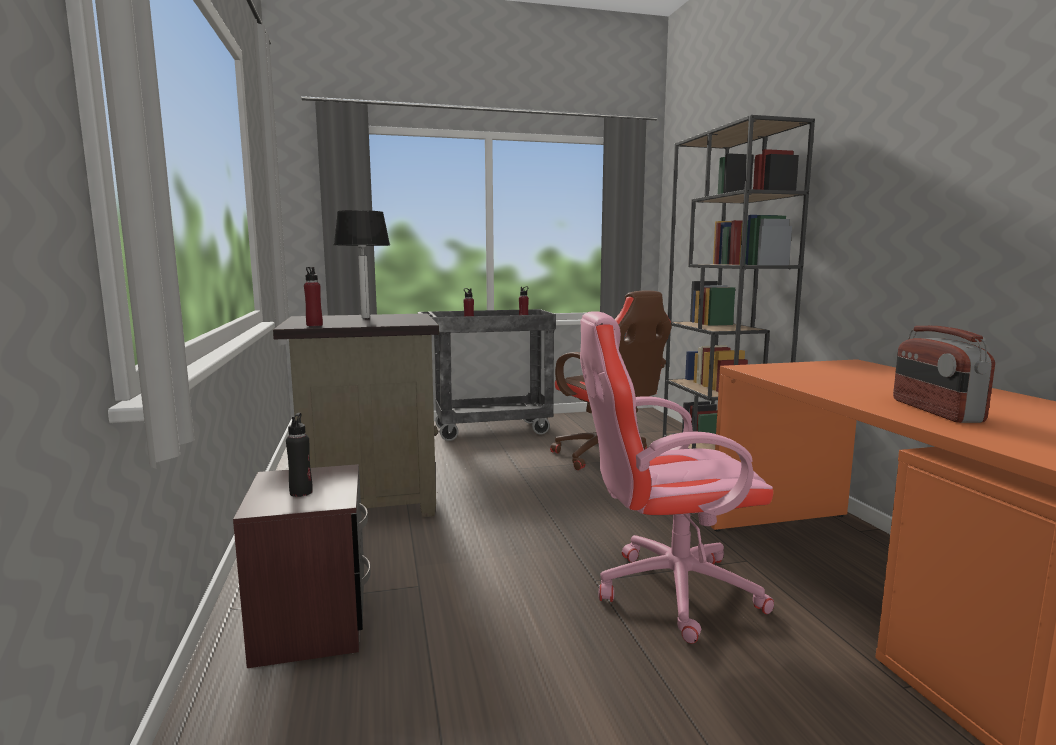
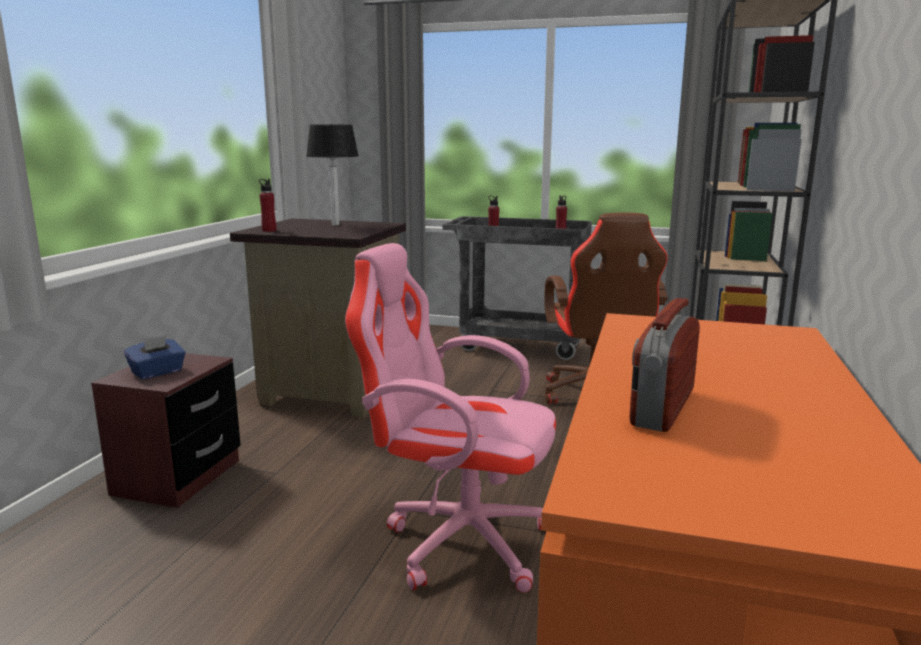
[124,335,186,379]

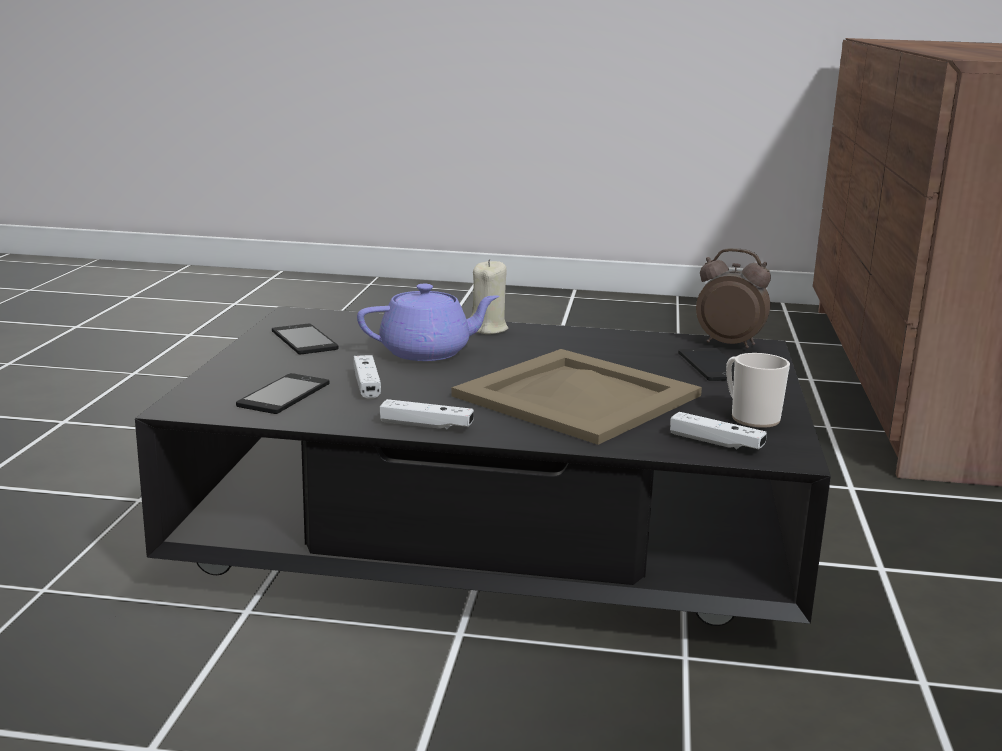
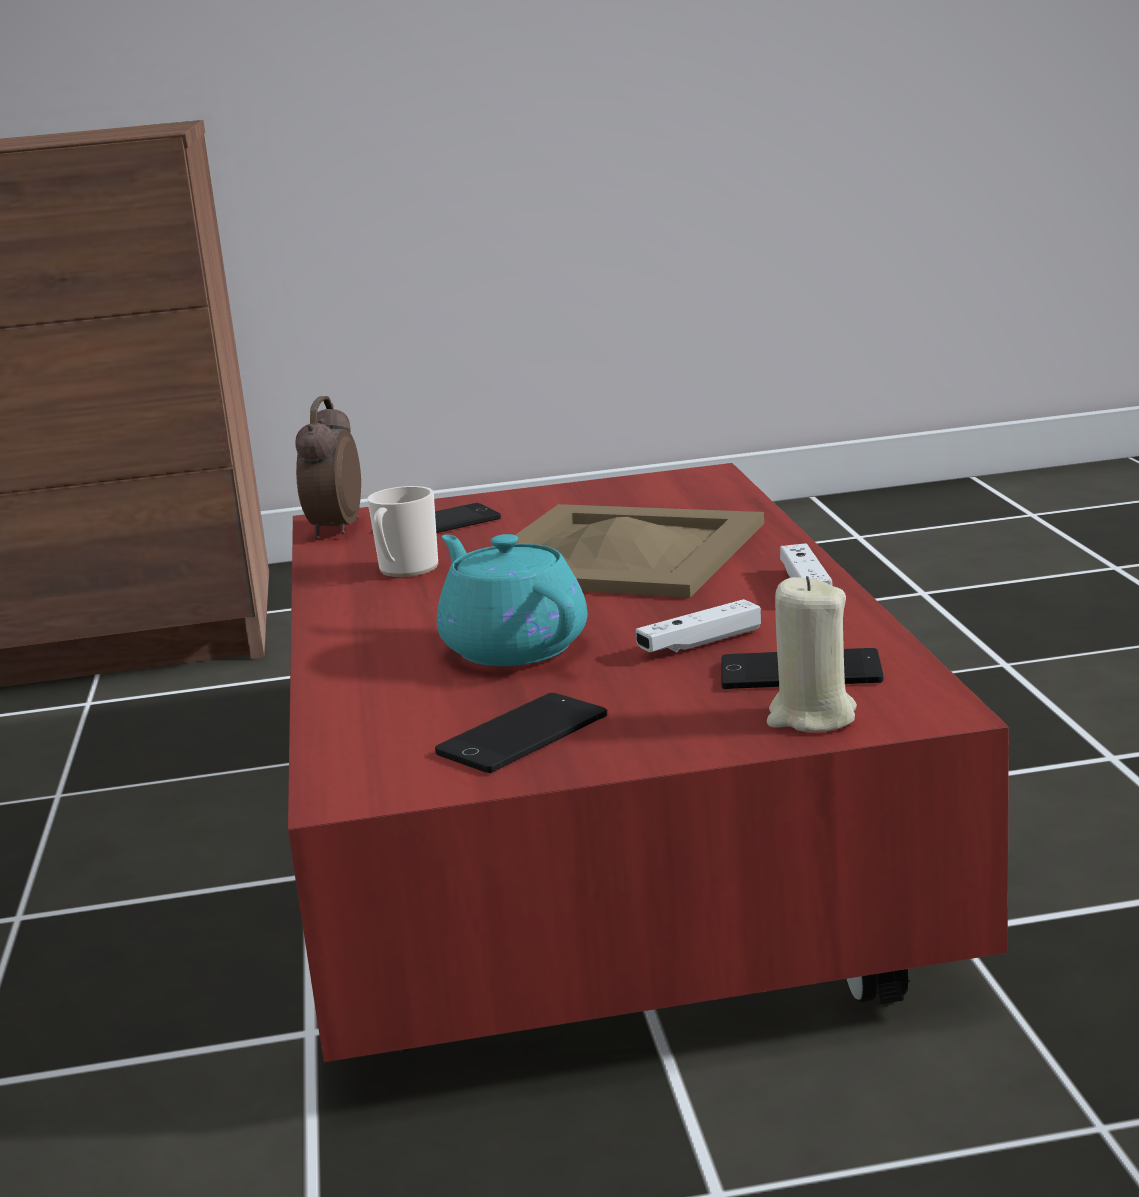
[767,576,857,732]
[437,534,587,666]
[288,463,1009,1062]
[367,486,438,577]
[670,412,767,450] (first image)

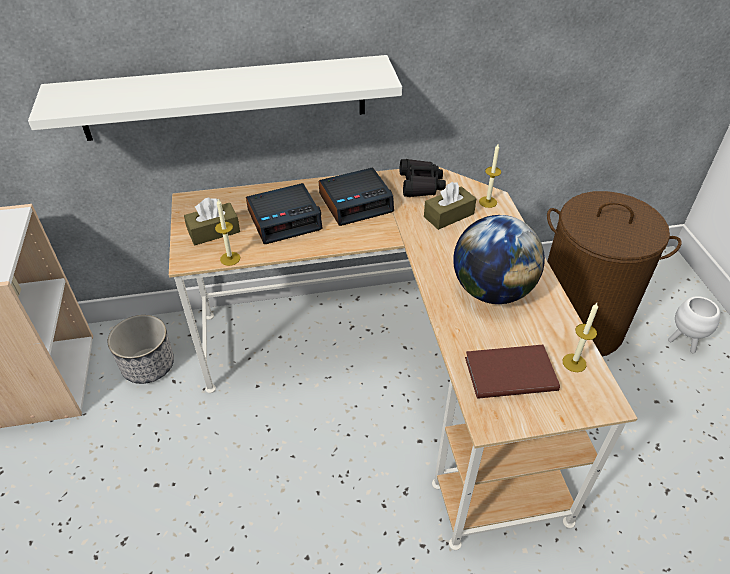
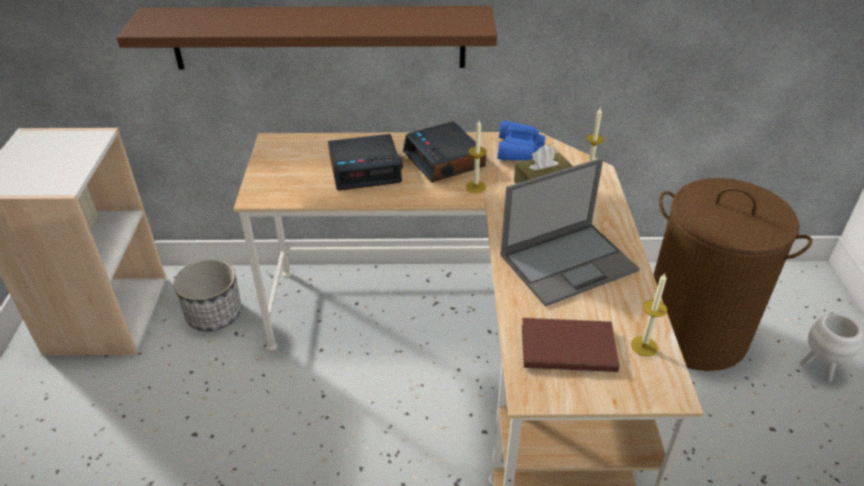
[117,6,497,70]
[497,121,545,161]
[403,122,486,183]
[184,198,240,245] (first image)
[466,120,487,193]
[500,158,639,306]

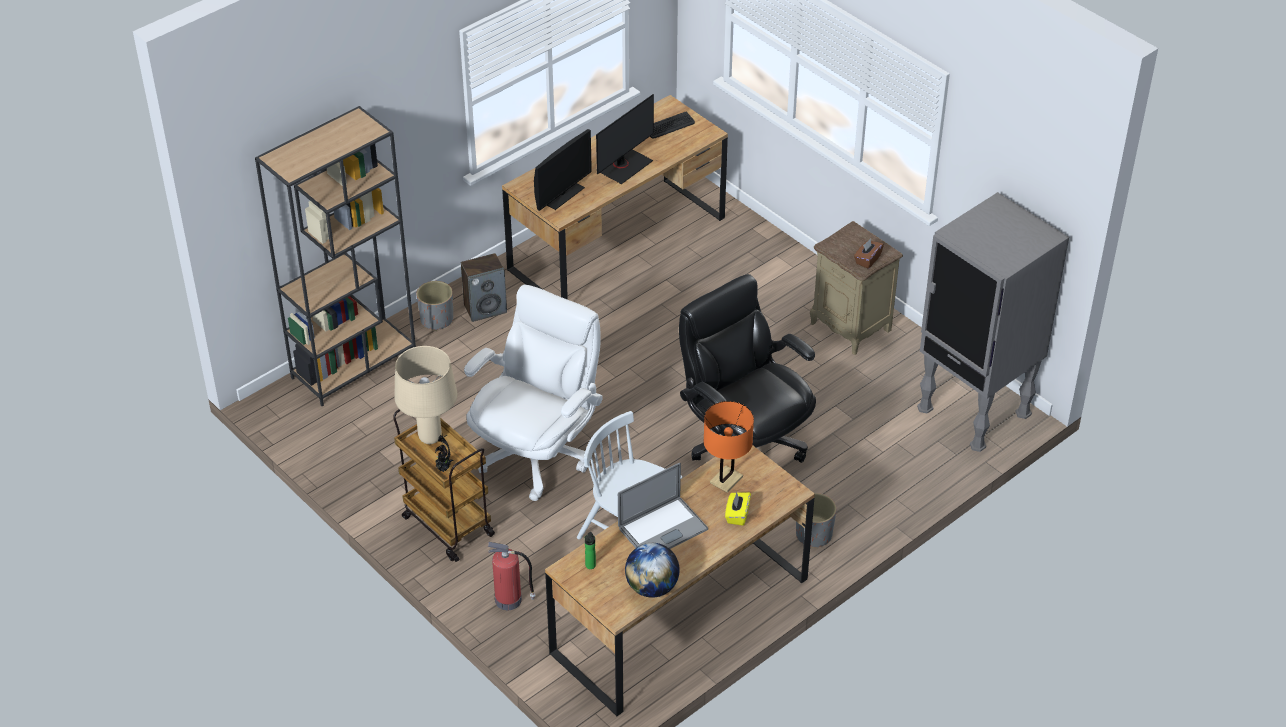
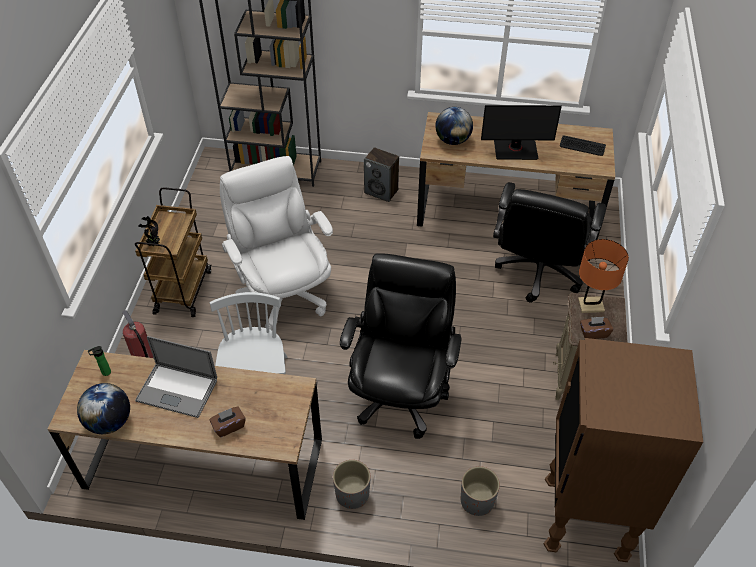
[435,107,473,145]
[544,338,703,562]
[461,466,500,516]
[220,156,333,330]
[395,346,457,444] (first image)
[578,239,629,313]
[209,406,246,437]
[493,182,606,303]

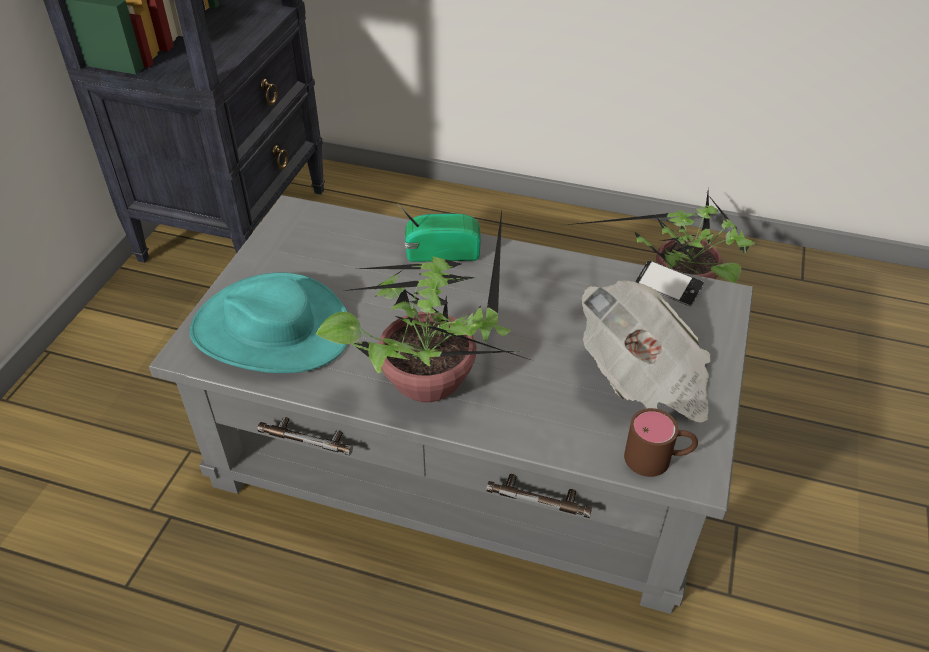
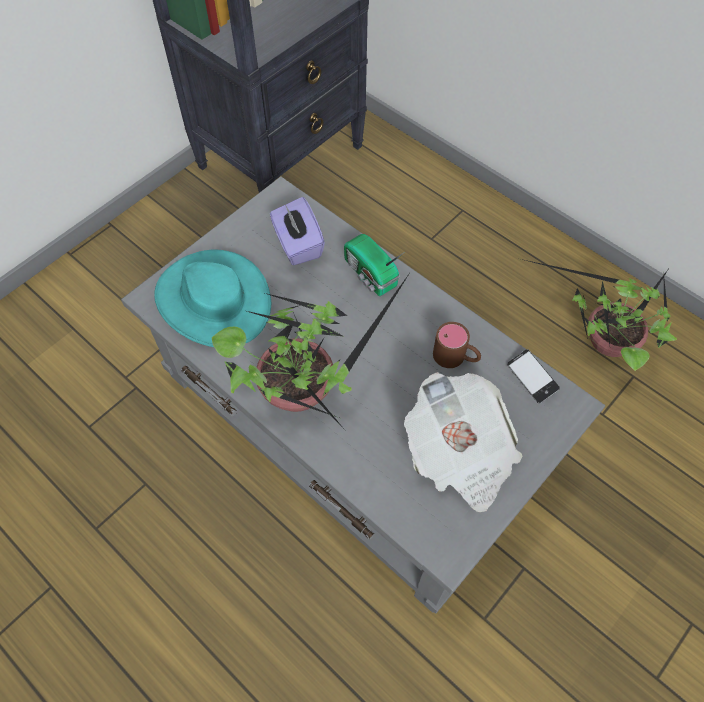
[344,234,405,296]
[433,322,481,368]
[270,197,325,265]

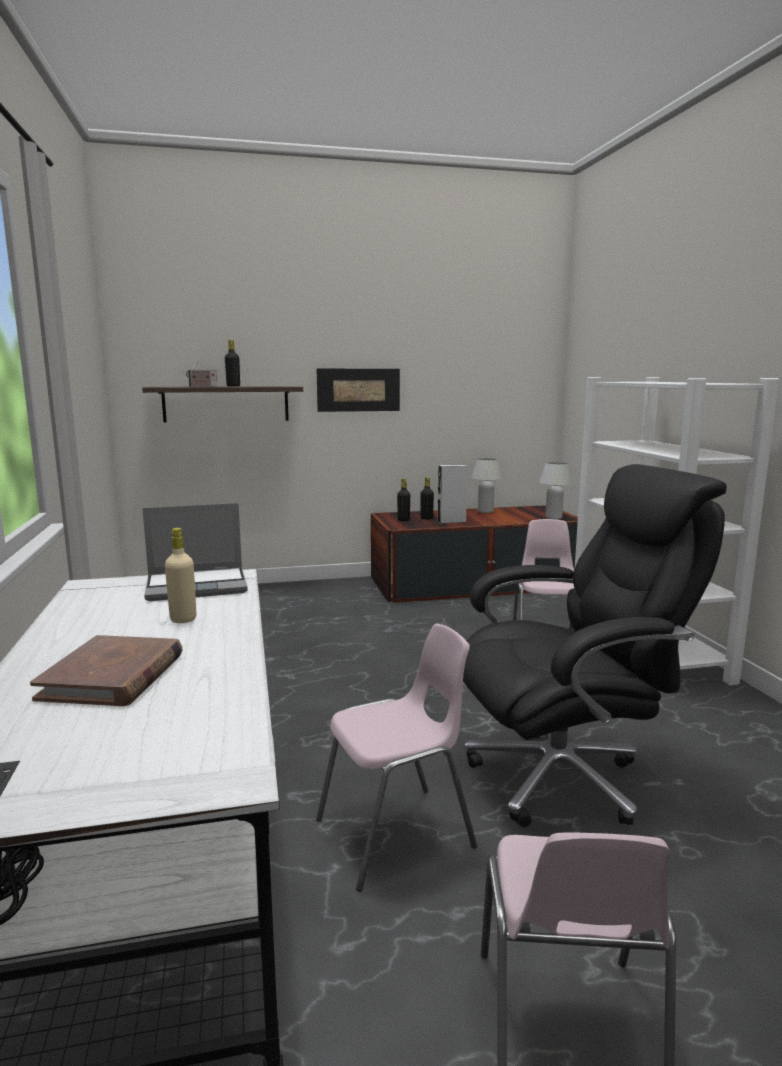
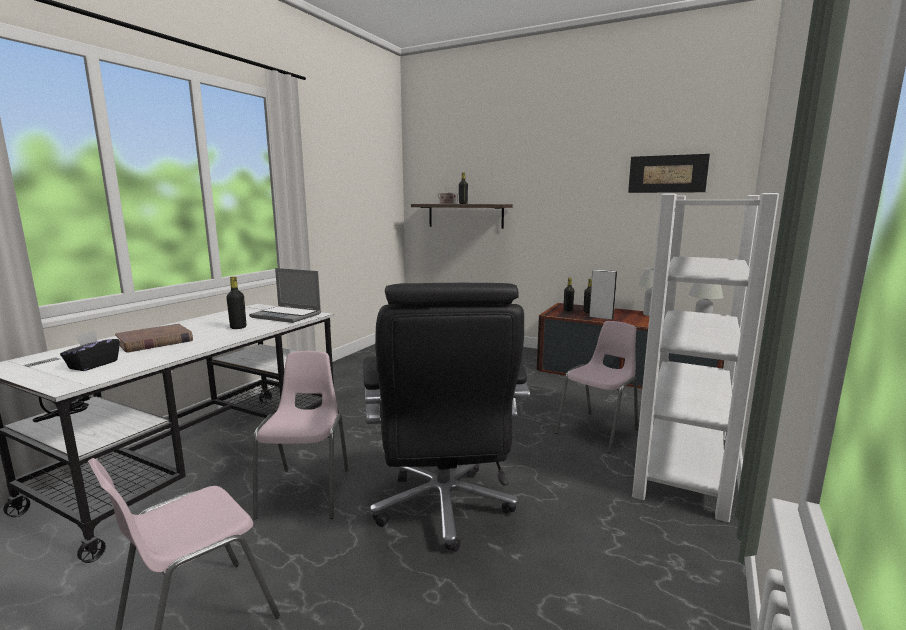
[628,154,710,193]
[363,283,530,552]
[226,276,246,329]
[253,351,349,519]
[60,330,120,371]

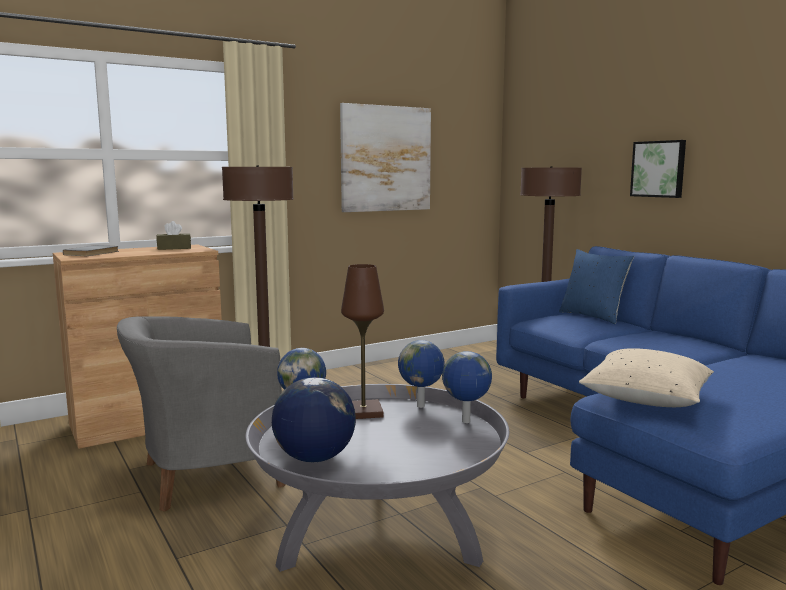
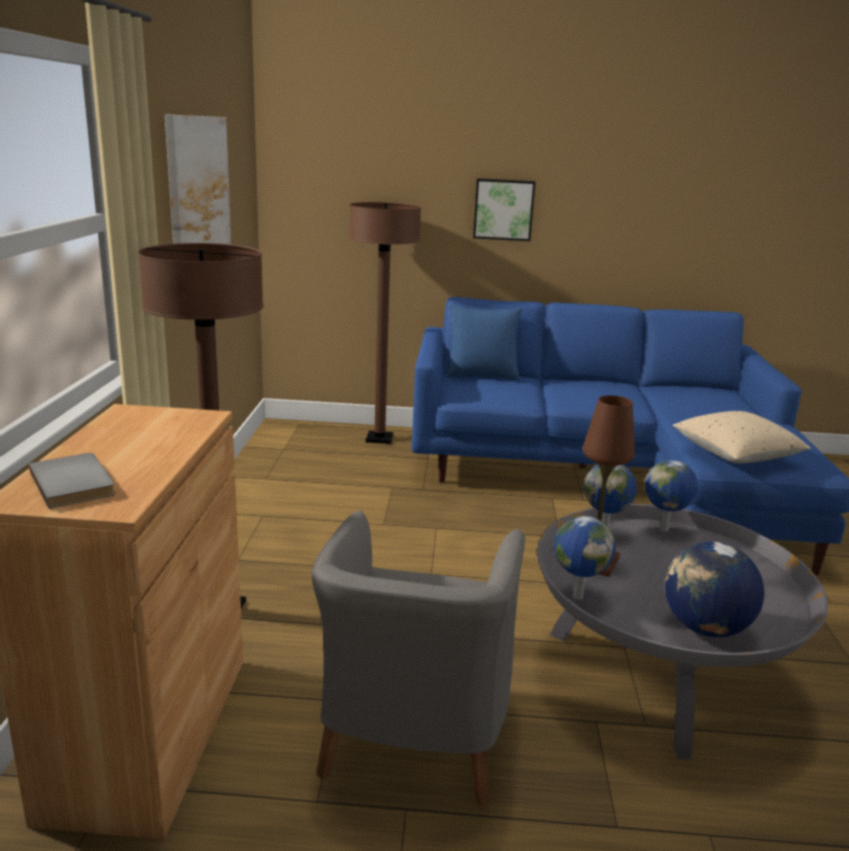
[157,221,191,250] (first image)

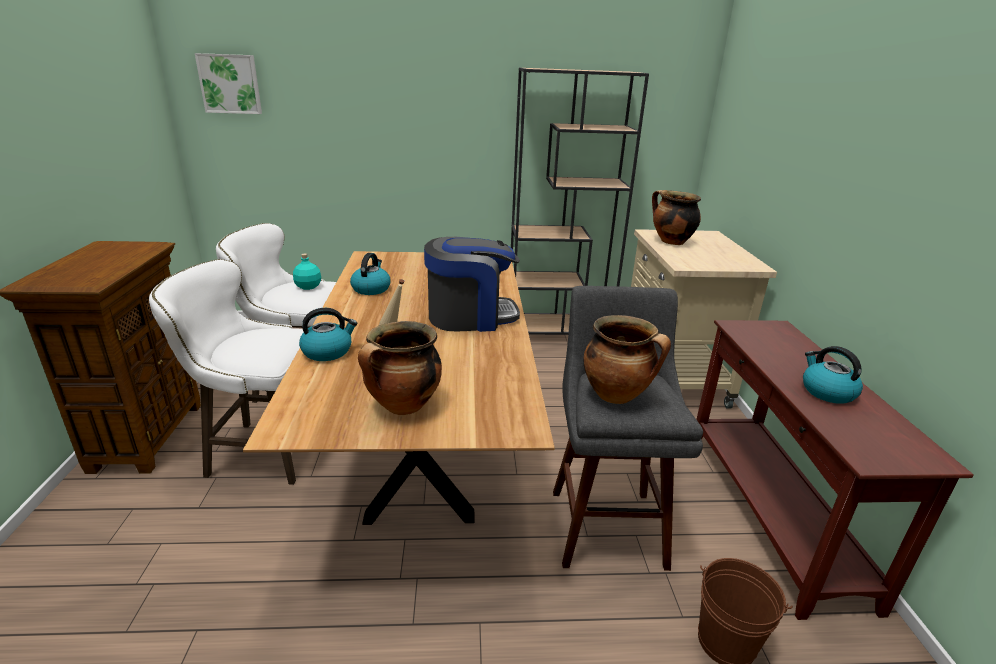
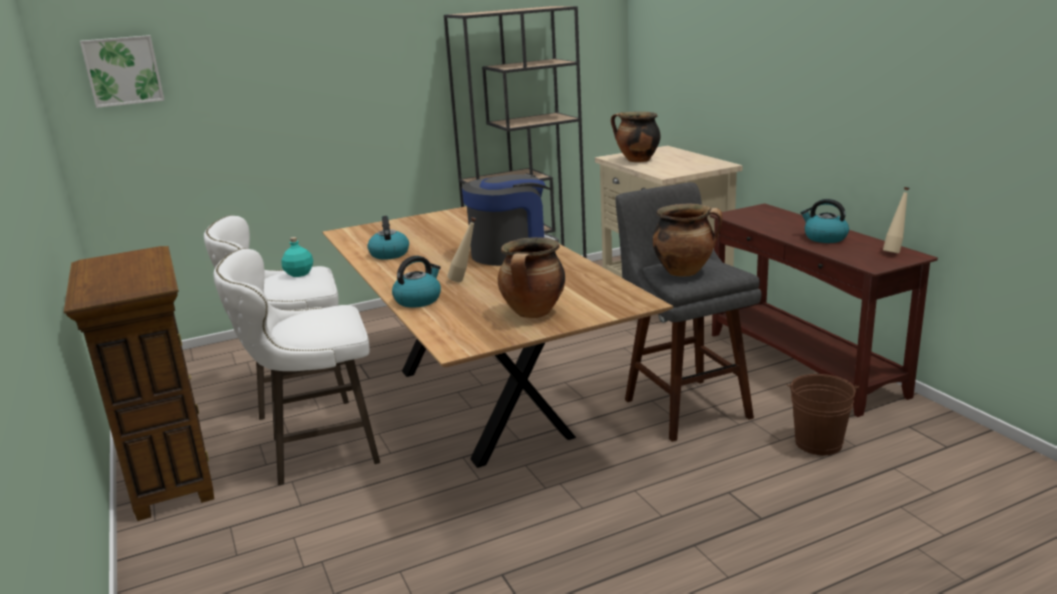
[883,187,909,253]

